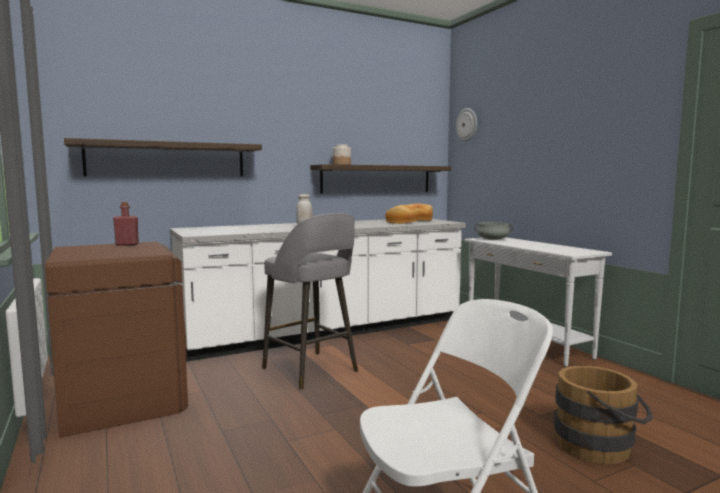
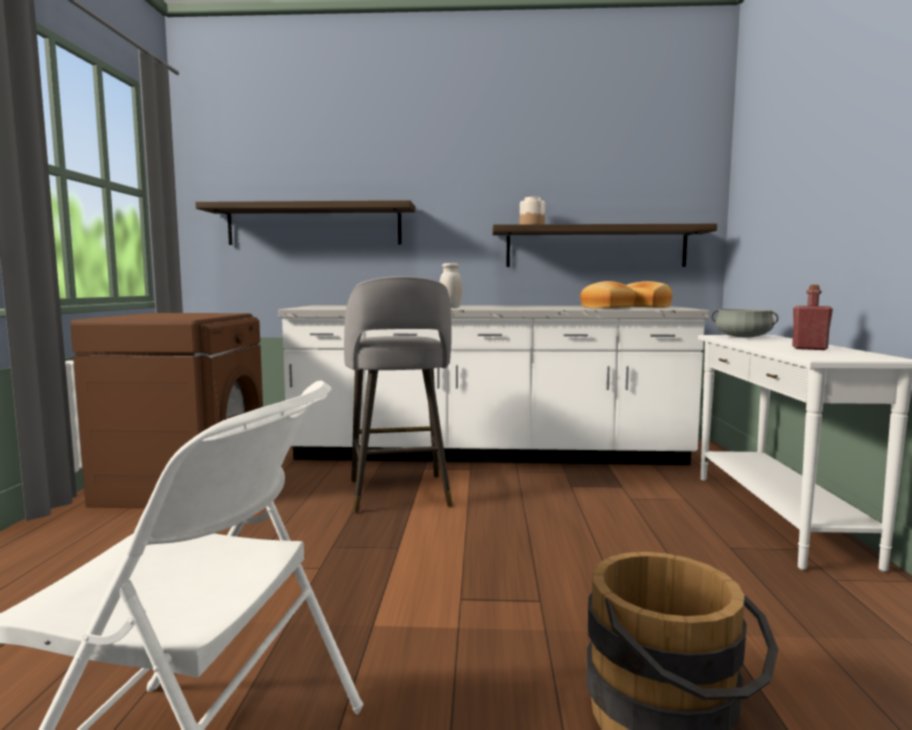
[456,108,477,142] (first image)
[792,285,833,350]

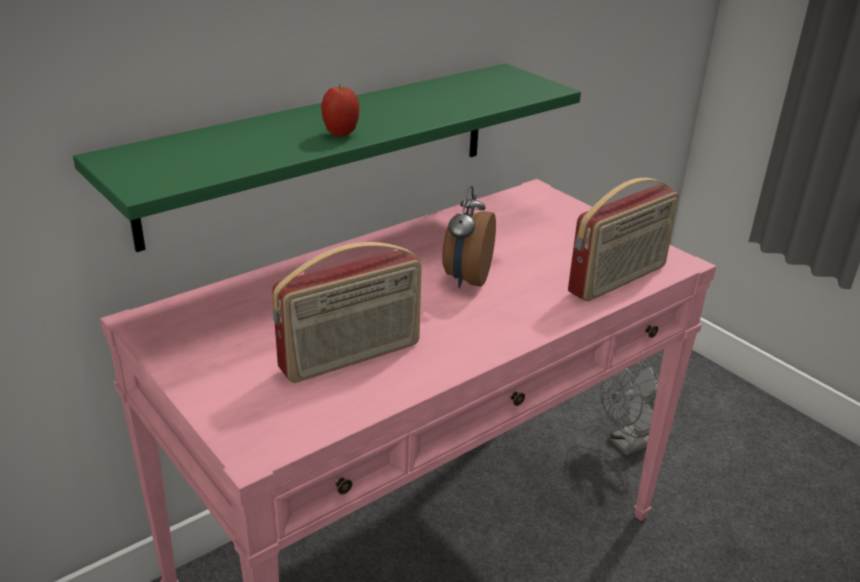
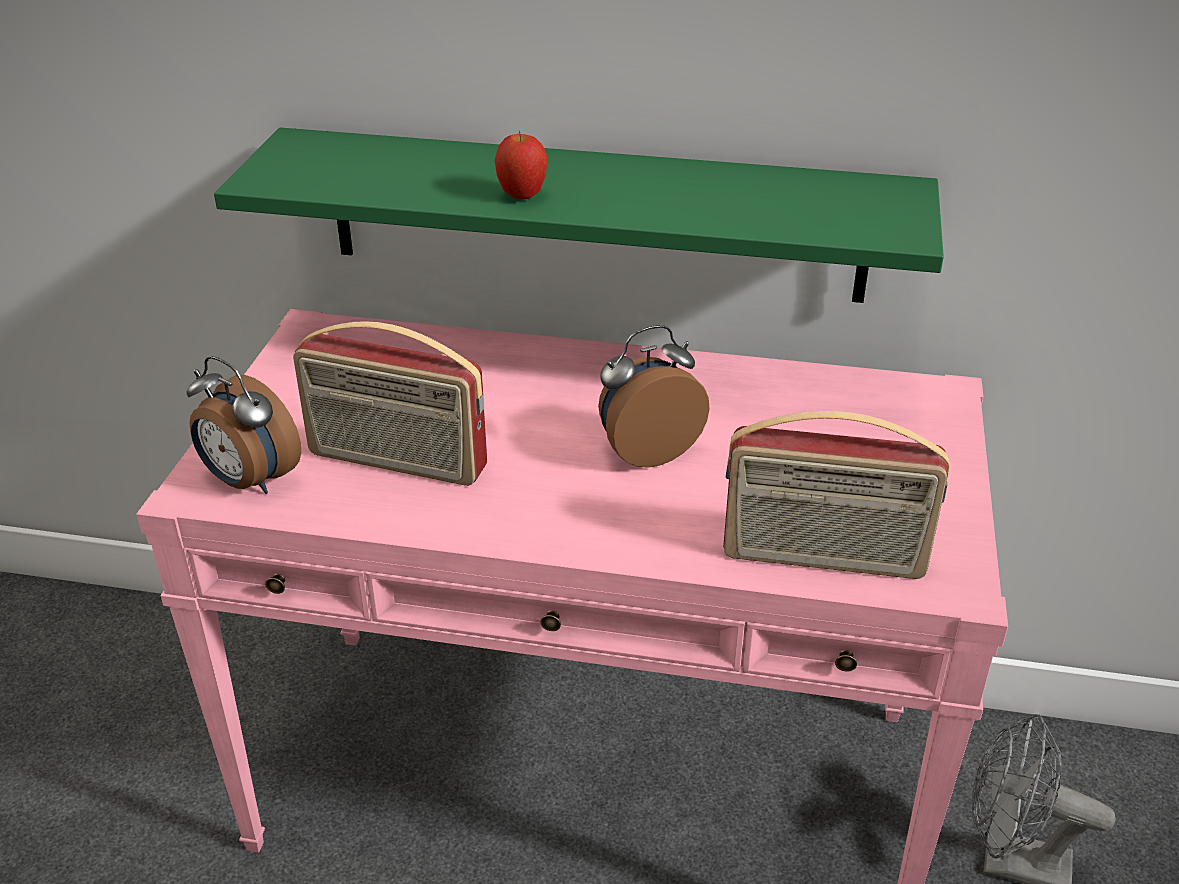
[186,356,301,494]

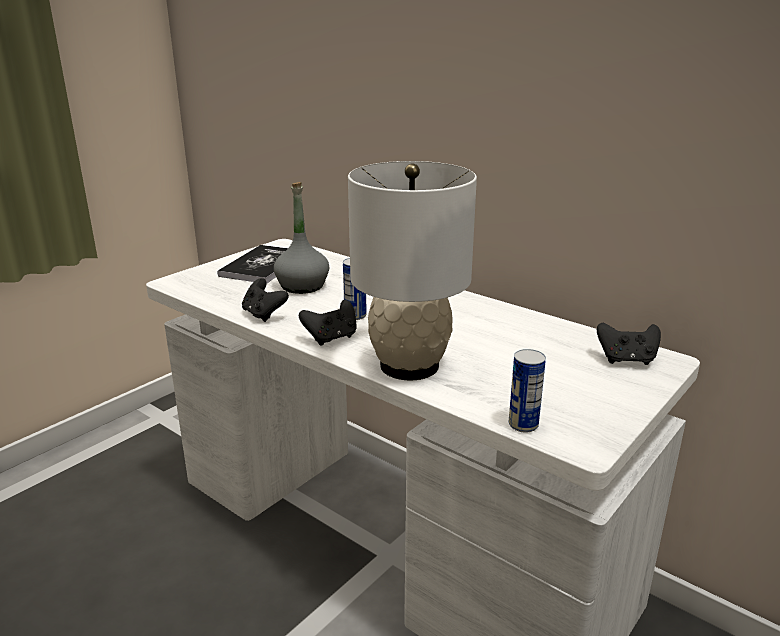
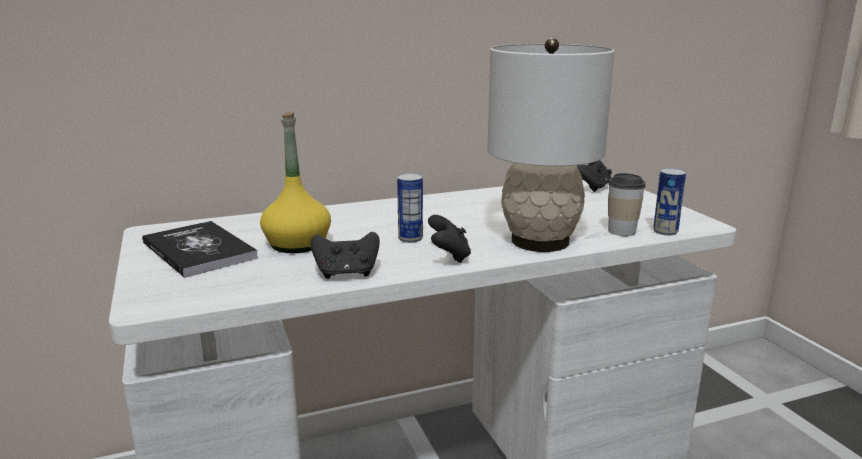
[260,112,331,253]
[608,173,646,236]

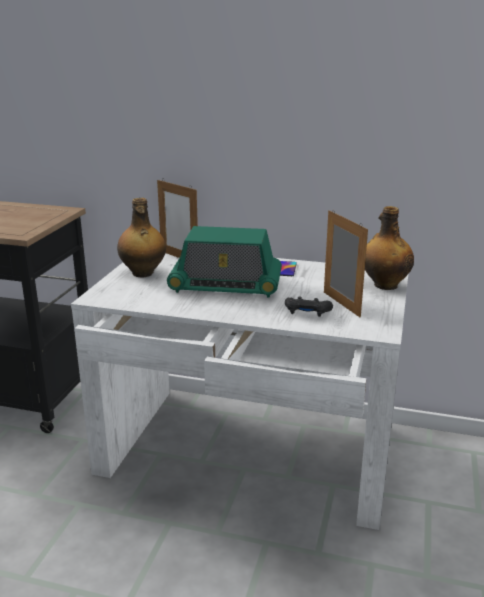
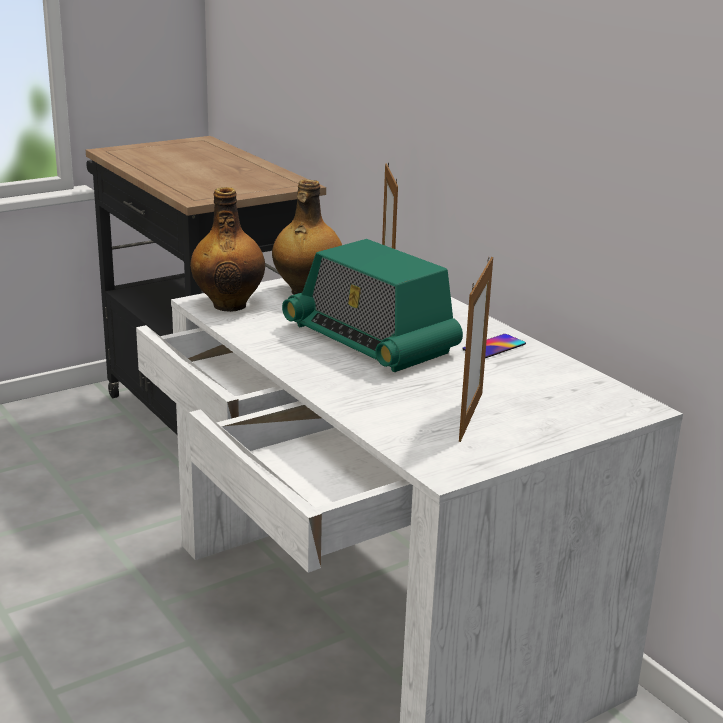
[190,187,265,312]
[285,297,333,317] (first image)

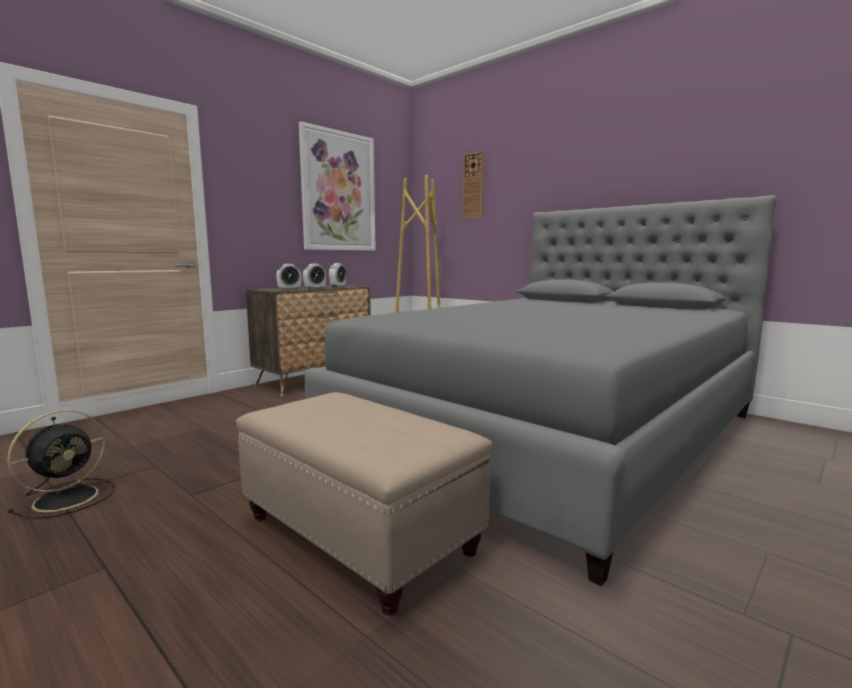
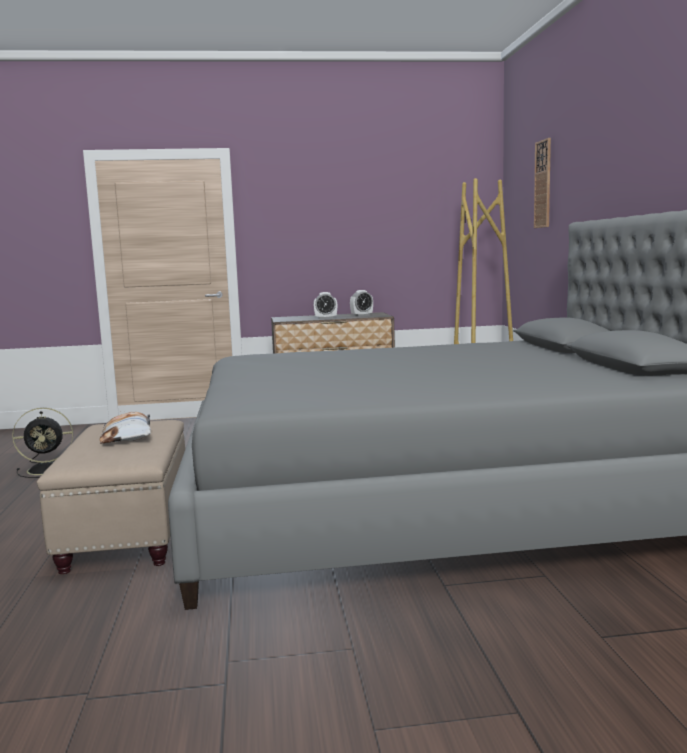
[299,122,376,251] (first image)
[276,264,301,290] (first image)
[100,412,151,443]

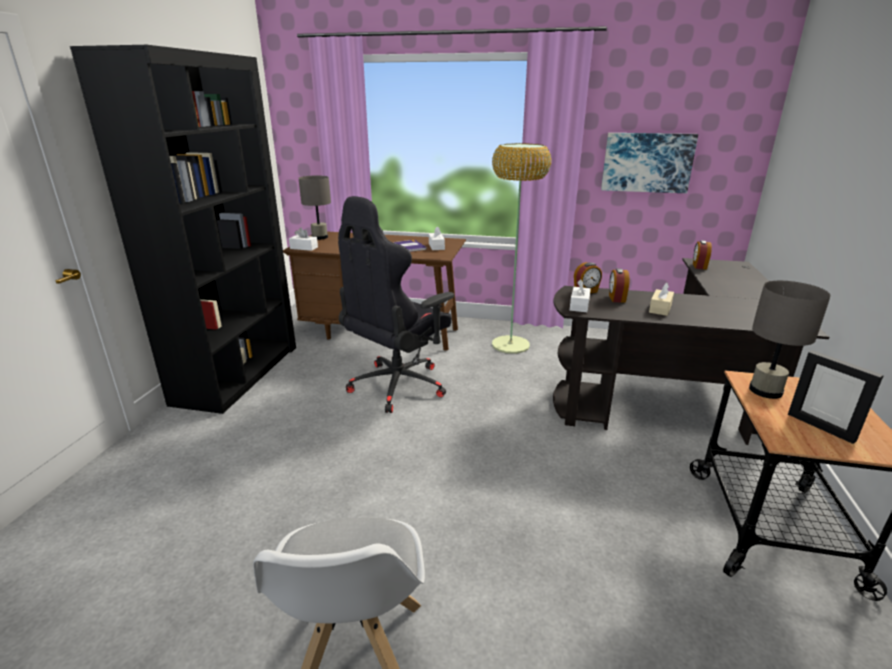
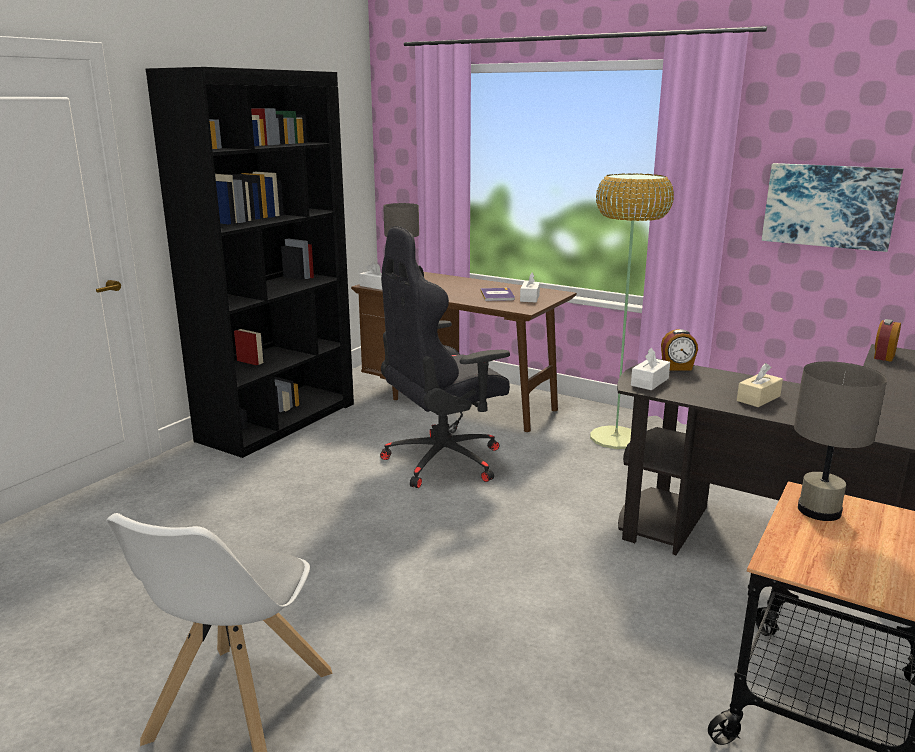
[609,268,629,303] (first image)
[788,350,884,444] (first image)

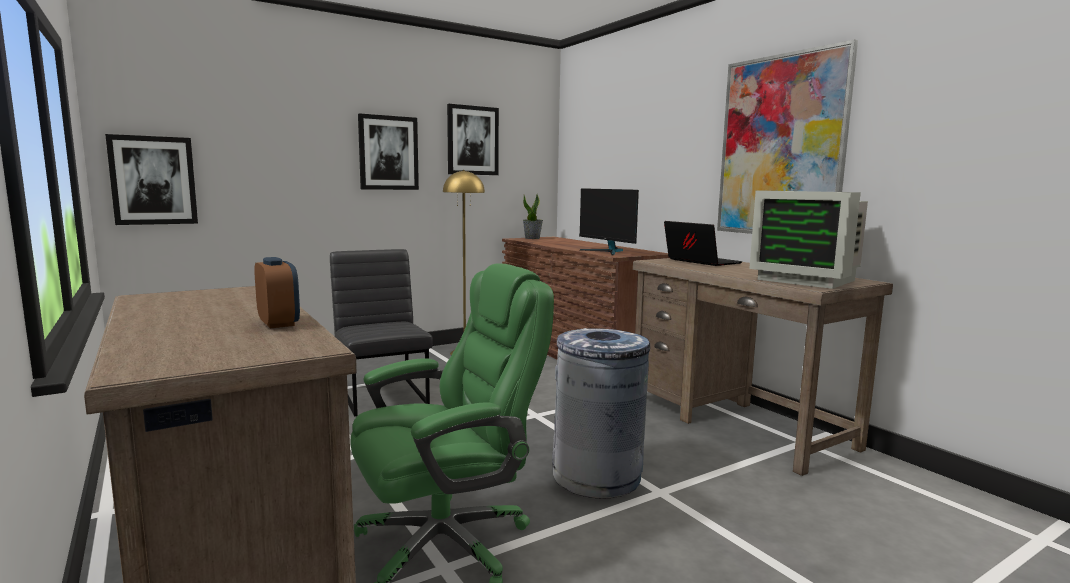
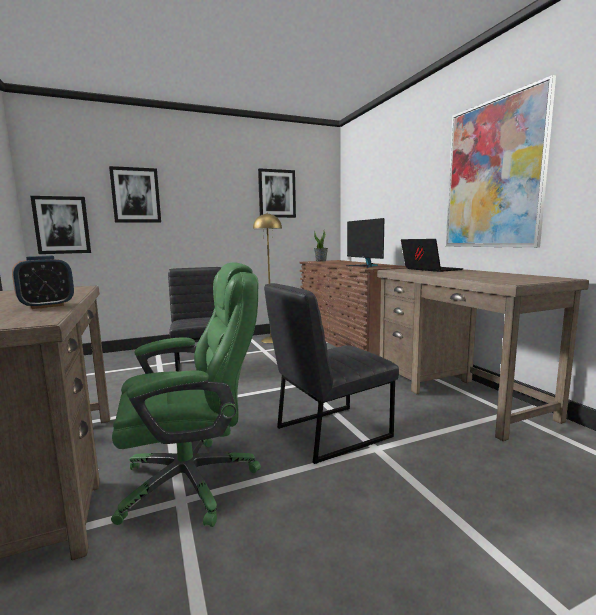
[109,166,161,223]
[749,191,868,289] (first image)
[12,256,74,309]
[264,283,399,464]

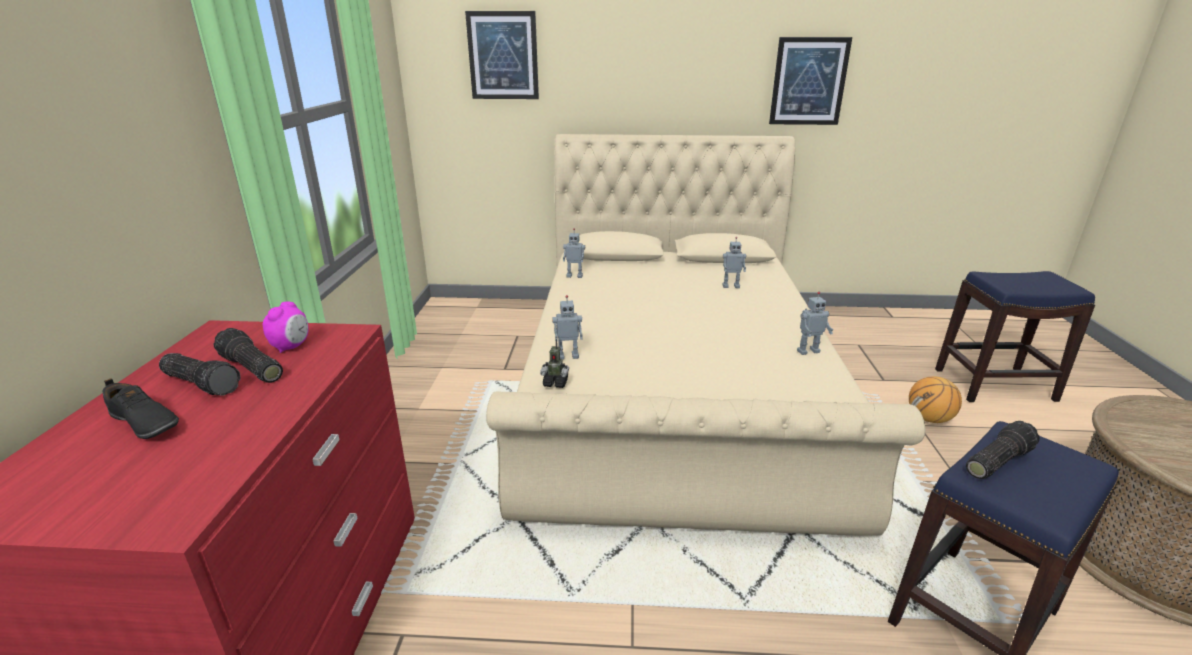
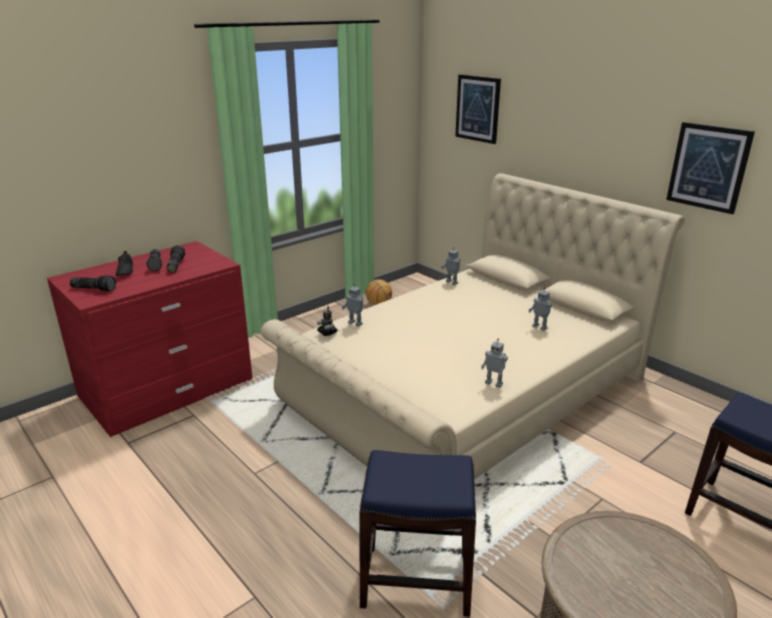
[263,302,309,353] (first image)
[366,279,392,305]
[70,275,116,291]

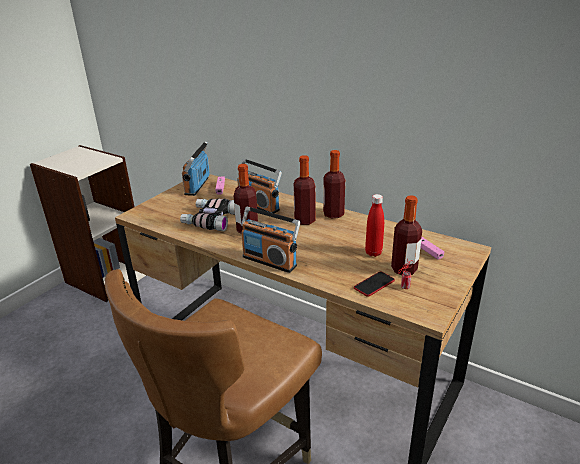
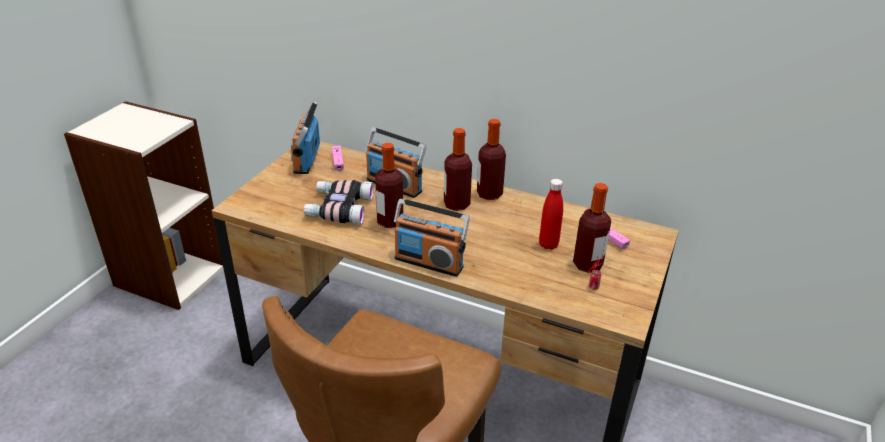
[354,271,395,297] (first image)

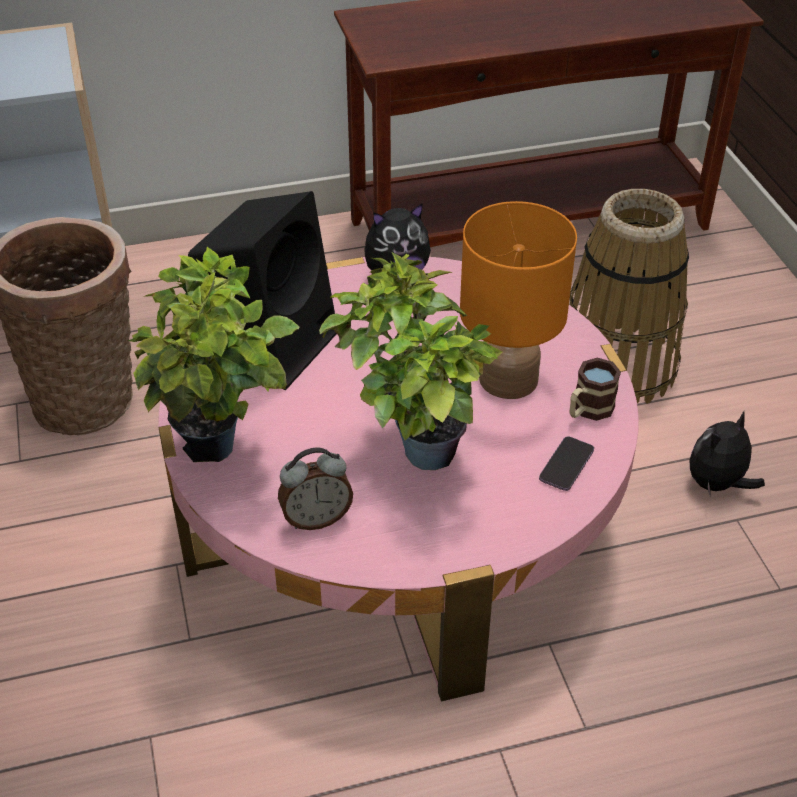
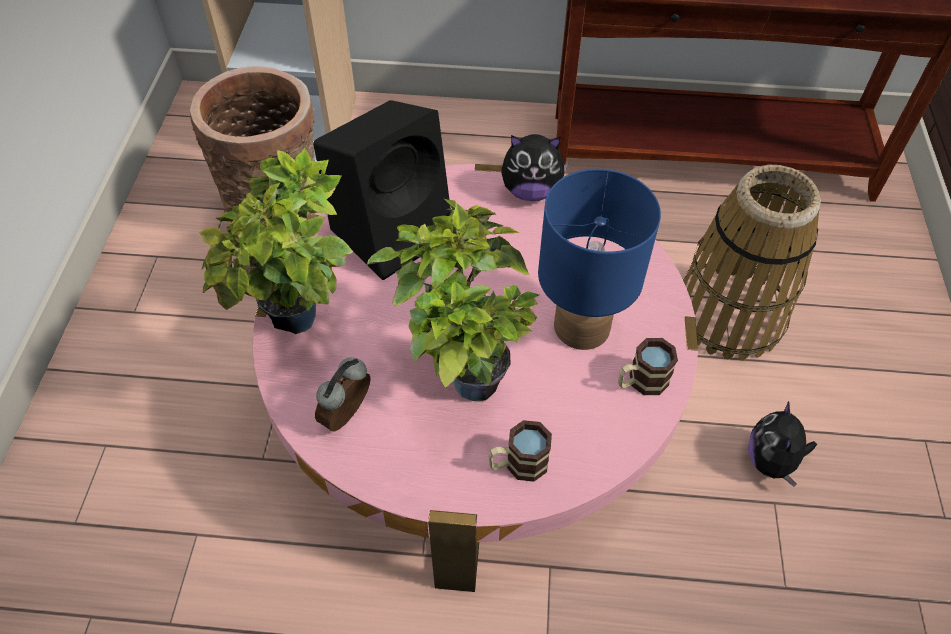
[538,169,661,350]
[748,401,817,487]
[539,436,594,491] (first image)
[315,357,371,431]
[488,420,552,482]

